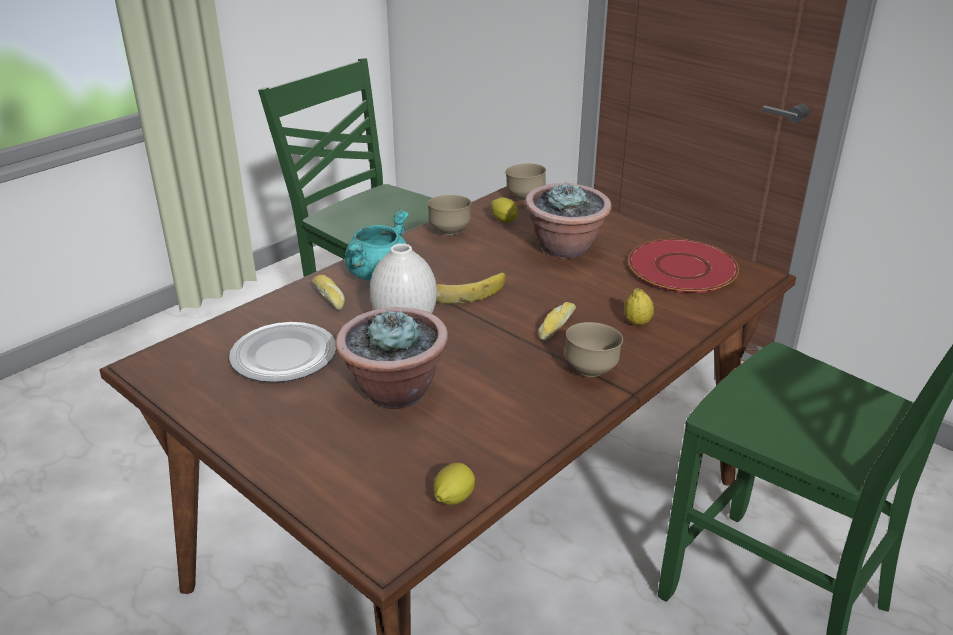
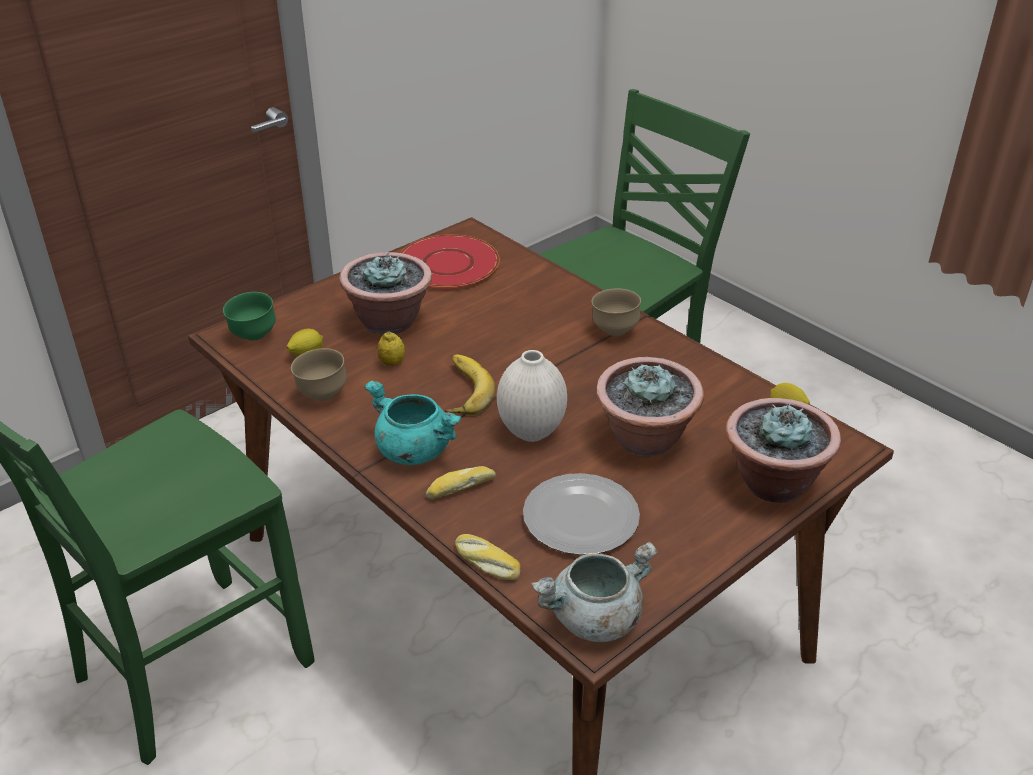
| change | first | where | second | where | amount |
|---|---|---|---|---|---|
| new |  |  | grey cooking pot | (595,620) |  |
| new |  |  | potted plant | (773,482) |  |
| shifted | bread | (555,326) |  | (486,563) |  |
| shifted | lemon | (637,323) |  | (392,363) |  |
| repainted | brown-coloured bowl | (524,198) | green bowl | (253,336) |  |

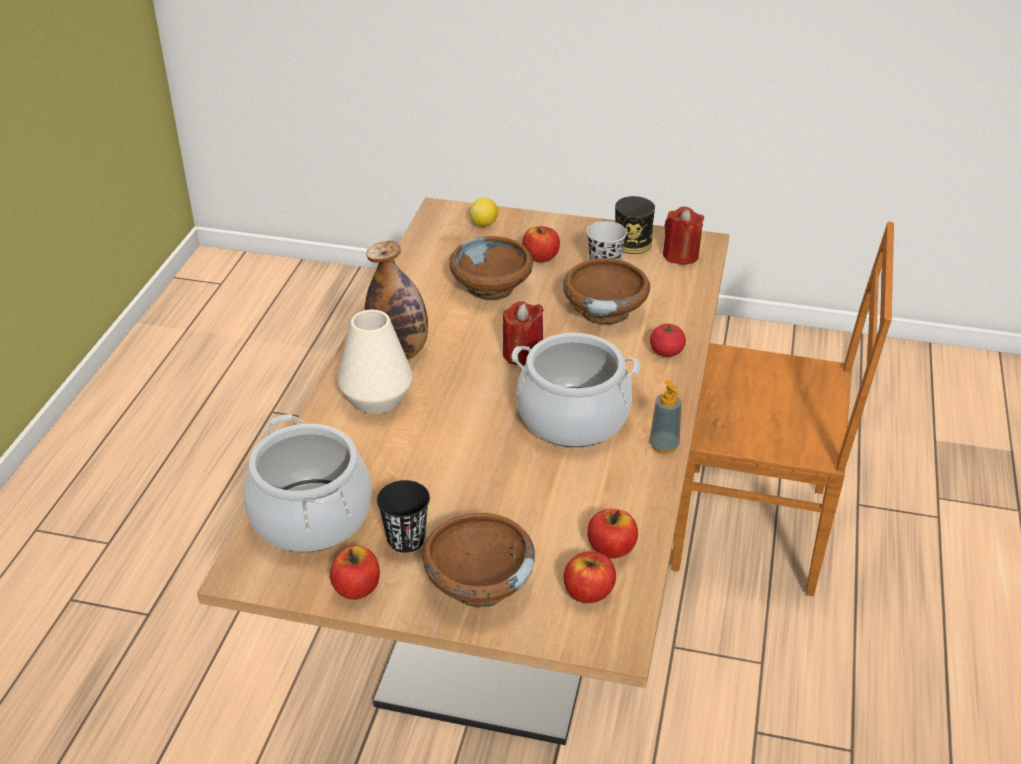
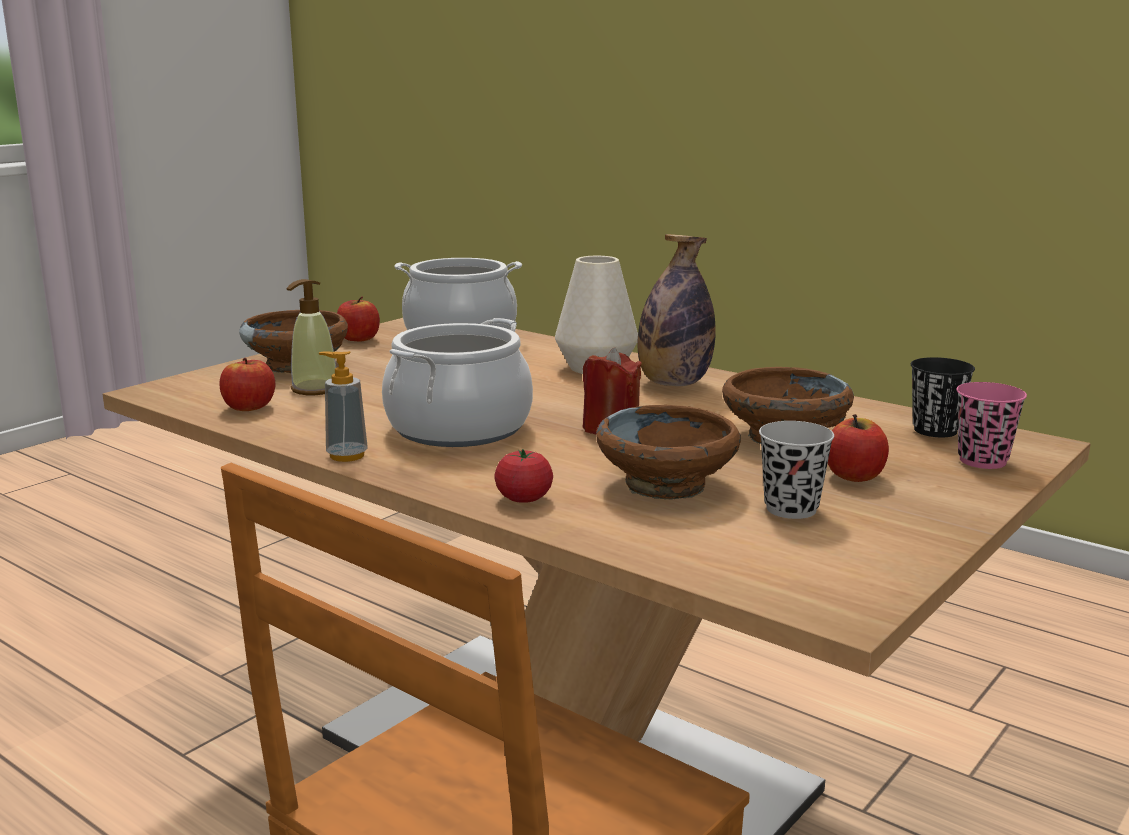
| change | first | where | second | where | amount |
|---|---|---|---|---|---|
| gone | apple | (588,592) |  |  |  |
| gone | metal can | (632,243) |  |  |  |
| gone | reddish candle | (680,255) |  |  |  |
| new |  |  | liquid soap bottle | (314,389) |  |
| shifted | black small cup | (406,539) |  | (935,430) |  |
| swapped | lemon | (484,224) | pink-coloured small cup | (982,461) |  |

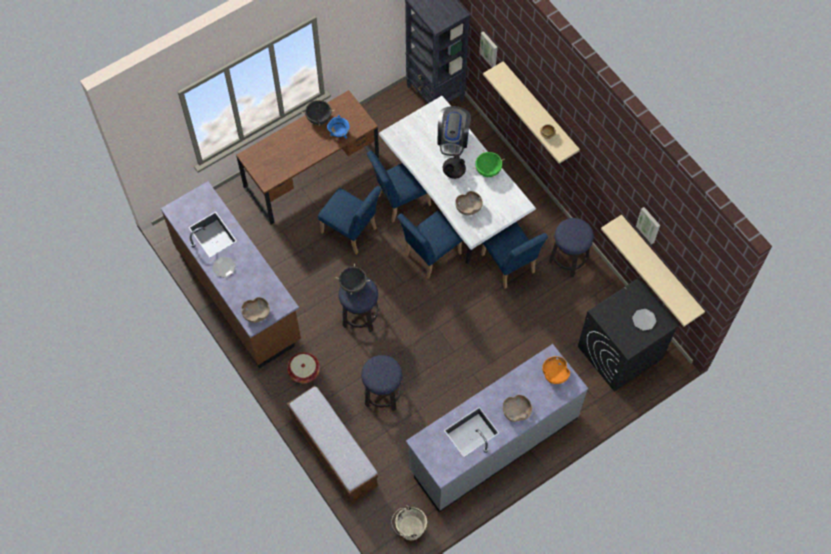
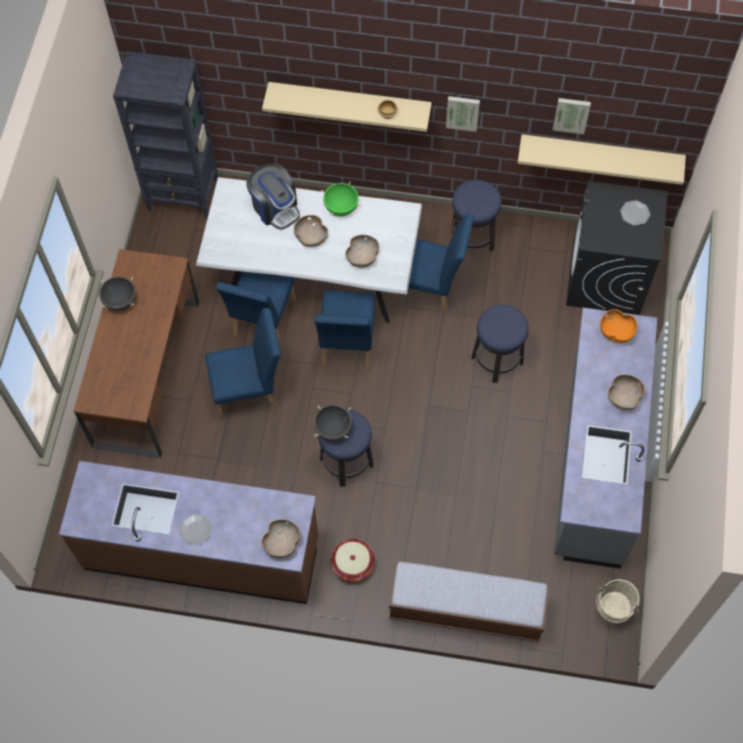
| change | first | where | second | where | amount |
|---|---|---|---|---|---|
| gone | bluish cooking pot | (339,134) |  |  |  |
| shifted | stool | (383,394) |  | (497,359) |  |
| shifted | wall art | (489,49) |  | (462,112) |  |
| swapped | black pot for tea | (453,172) | brown-coloured bowl | (311,237) |  |

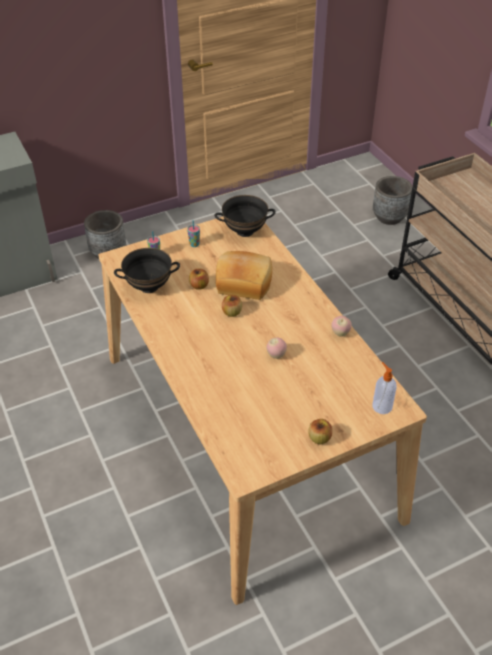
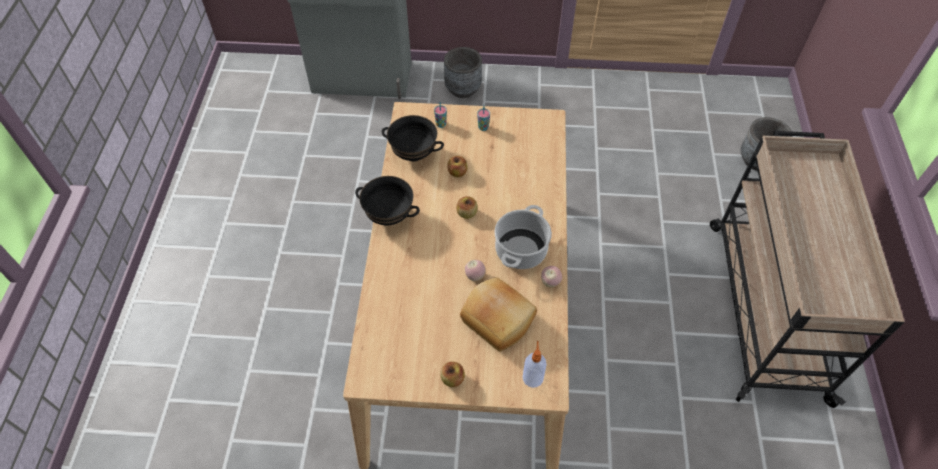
| change | first | where | second | where | amount |
|---|---|---|---|---|---|
| new |  |  | cooking pot | (521,251) |  |
| shifted | black bowl | (245,231) |  | (389,216) |  |
| shifted | bread | (244,282) |  | (499,319) |  |

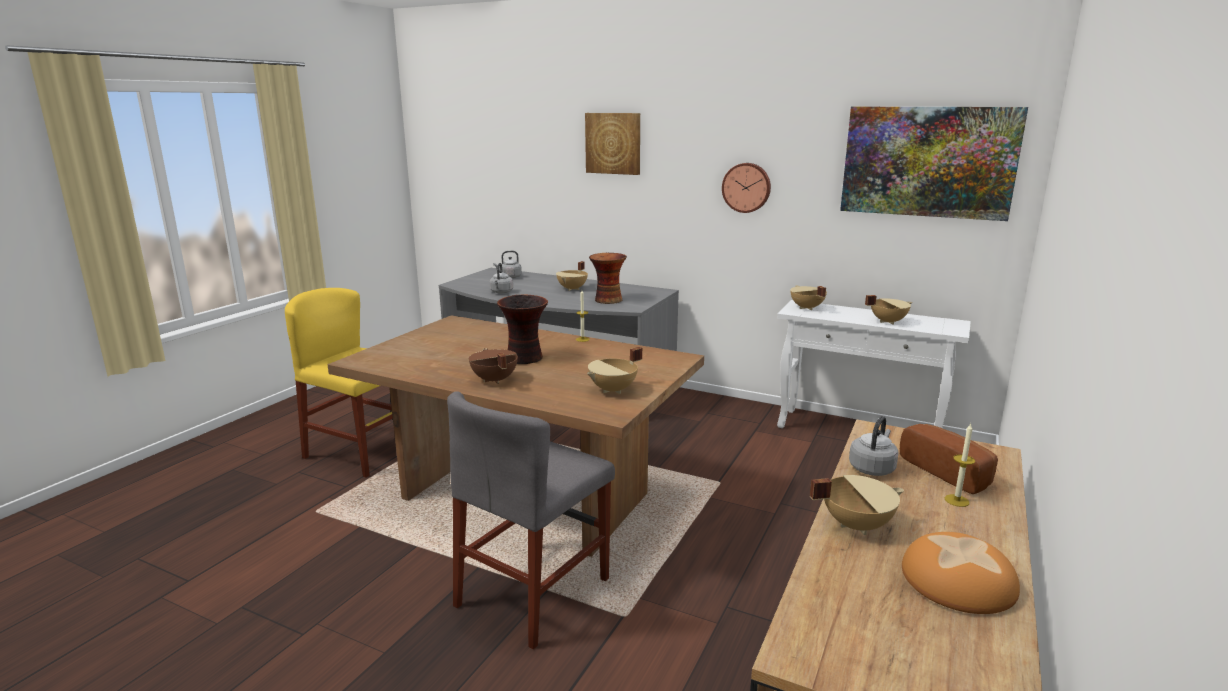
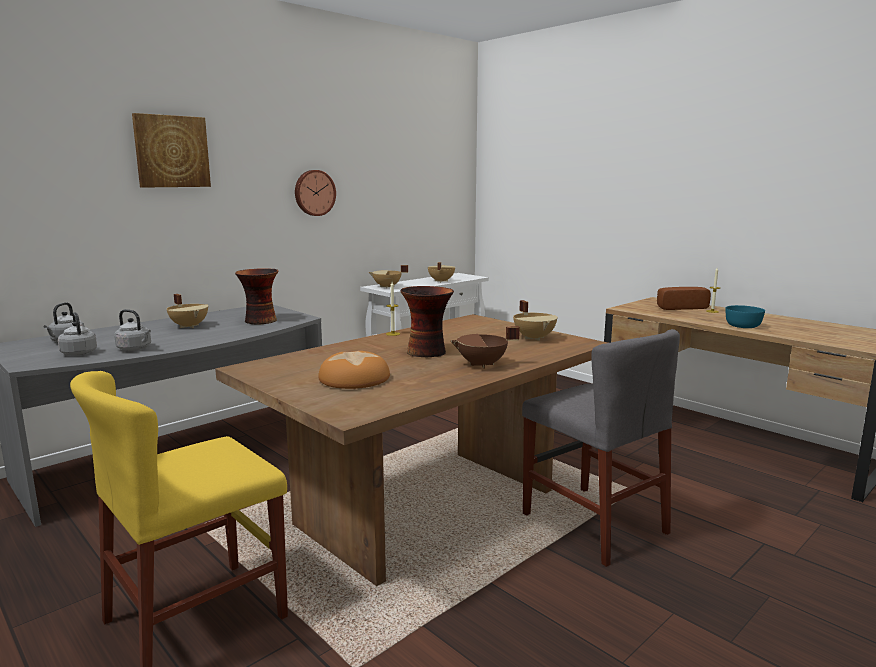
| change | first | where | second | where | amount |
|---|---|---|---|---|---|
| gone | wall art | (928,162) |  |  |  |
| shifted | grey water kettle | (872,468) |  | (79,353) |  |
| shifted | bread | (956,581) |  | (354,379) |  |
| swapped | beige cooking pot | (855,524) | turquoise bowl | (742,326) |  |

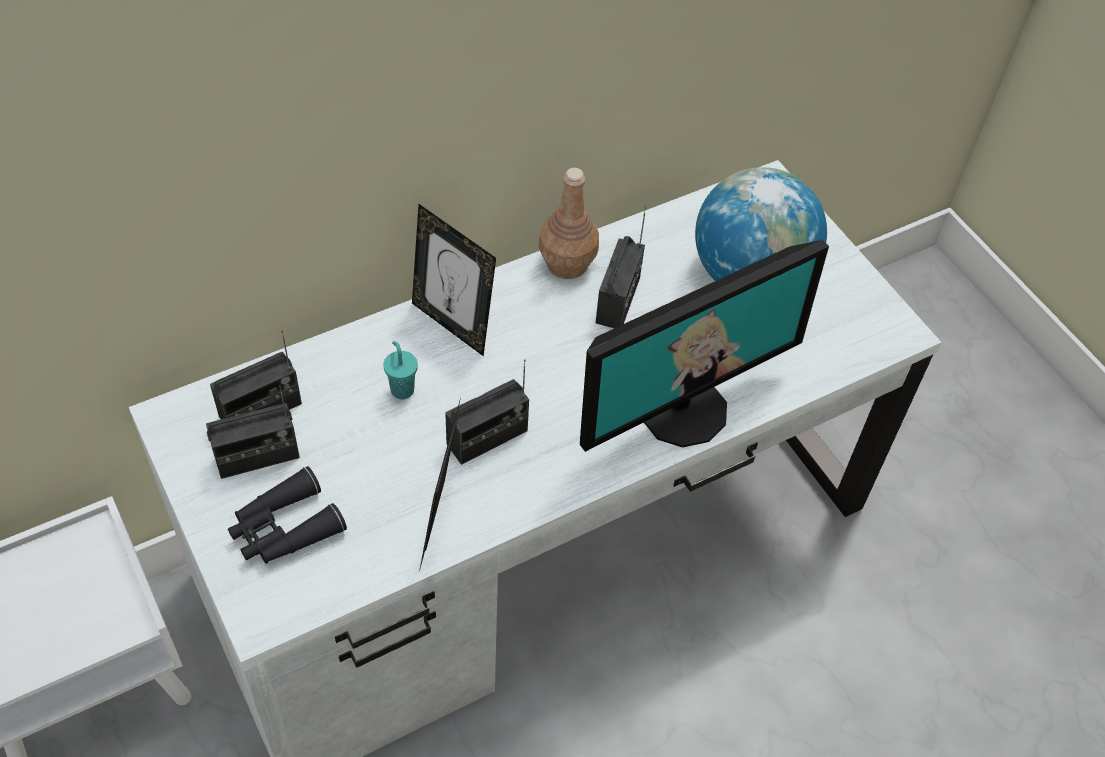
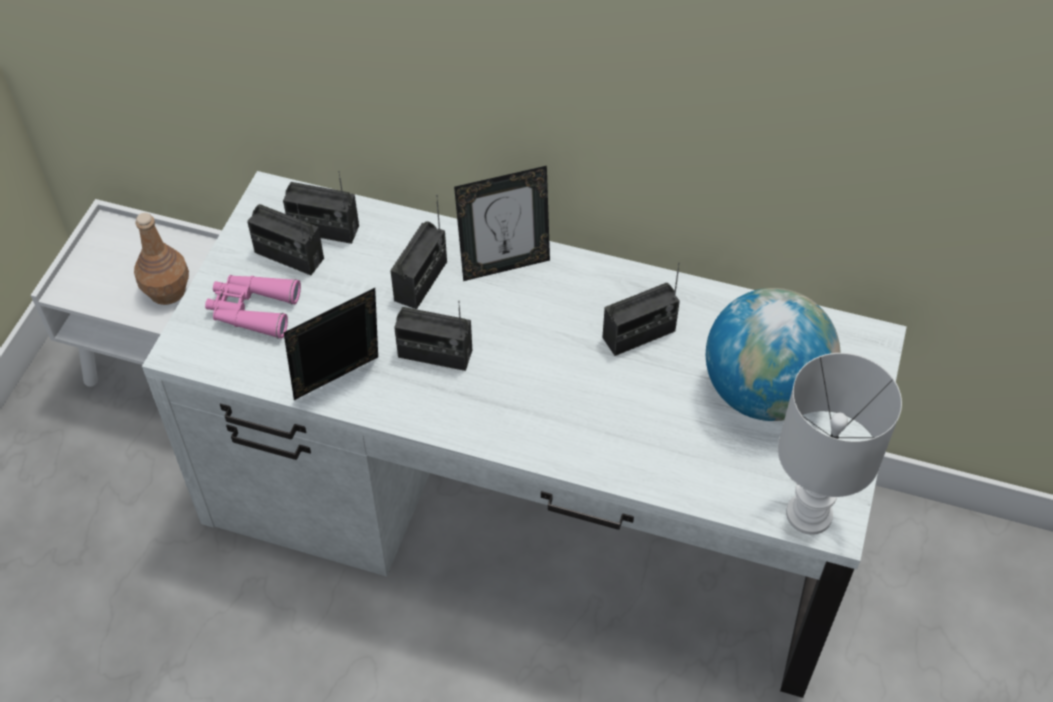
| change | first | where | second | where | amount |
|---|---|---|---|---|---|
| gone | monitor | (684,410) |  |  |  |
| new |  |  | white-coloured lamp for a table | (807,514) |  |
| shifted | brown-coloured beverage bottle | (568,263) |  | (168,291) |  |
| swapped | turquoise small cup | (402,389) | radio receiver | (421,281) |  |
| repainted | black field glasses | (284,528) | pink-coloured field glasses | (252,310) |  |
| rotated | photo frame | (452,324) |  | (504,265) | 105 degrees counterclockwise |

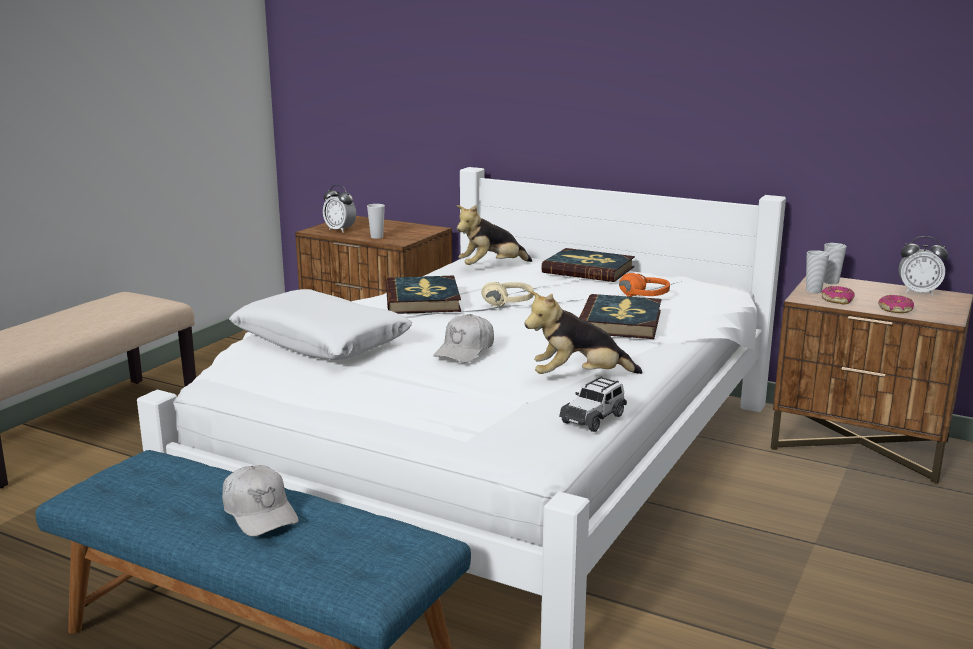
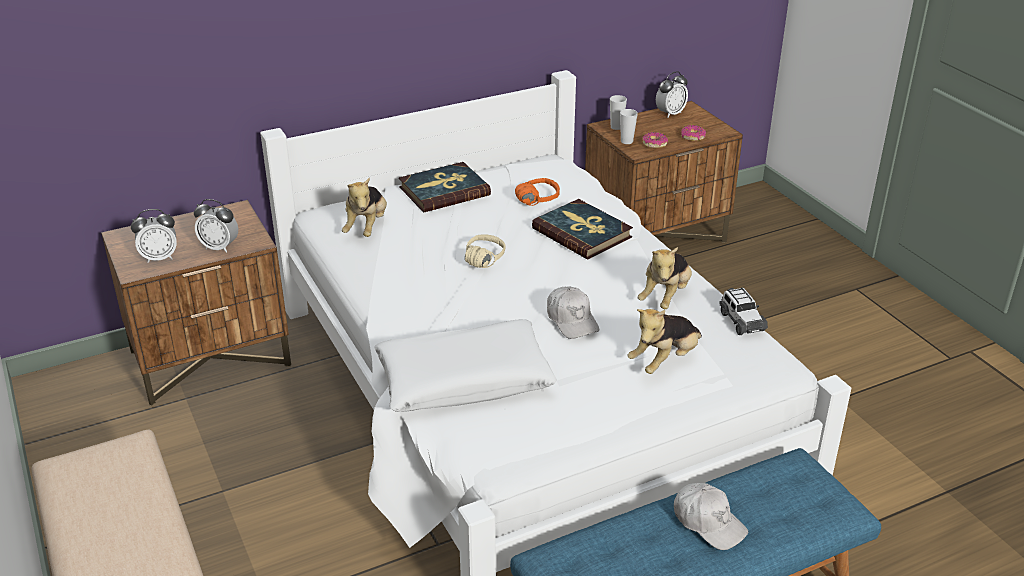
| change | first | where | second | where | amount |
|---|---|---|---|---|---|
| gone | volume | (423,300) |  |  |  |
| new |  |  | cuddly toy | (665,360) |  |
| swapped | small cup | (377,237) | alarm clock | (219,247) |  |
| rotated | white-coloured cap | (260,513) |  | (708,522) | 45 degrees clockwise |

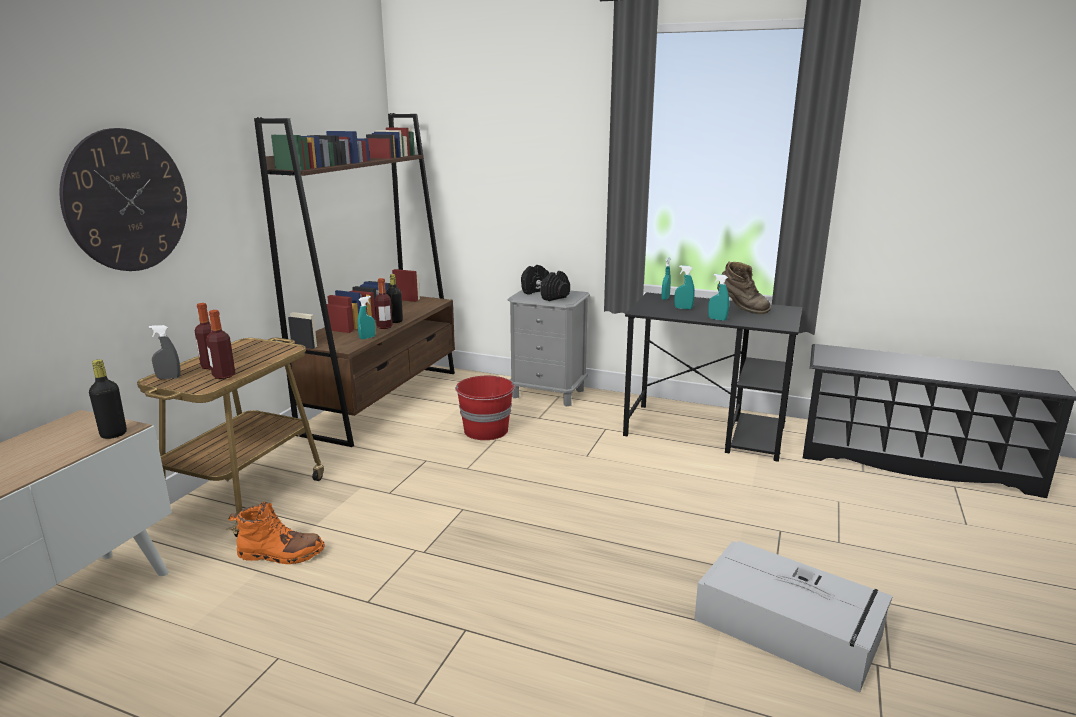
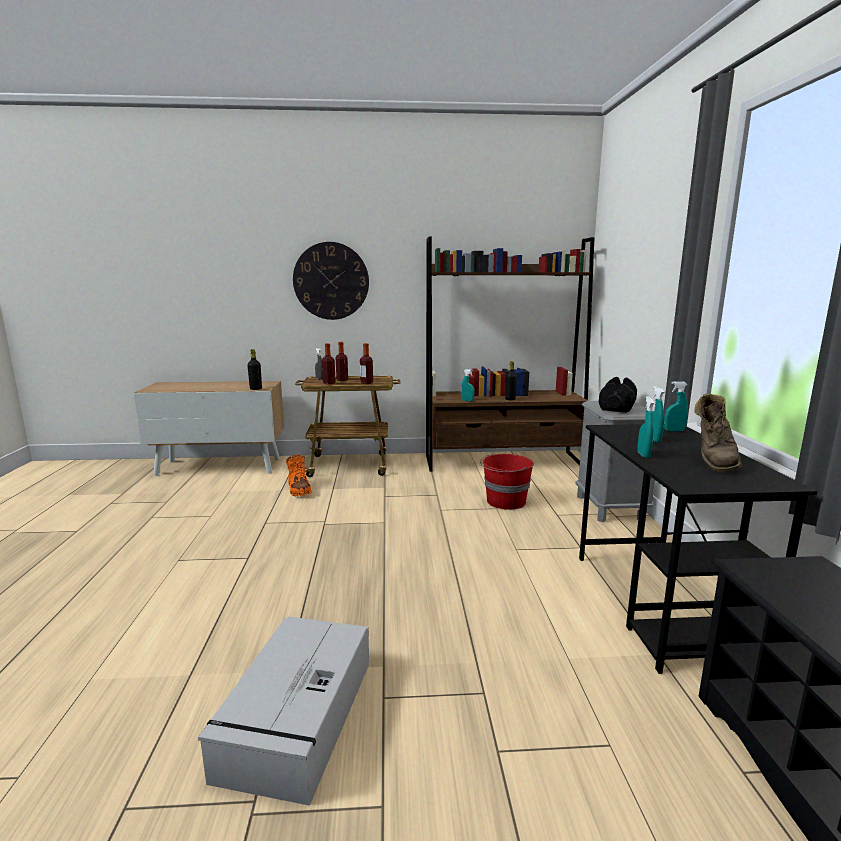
| change | first | where | second | where | amount |
|---|---|---|---|---|---|
| shifted | beverage bottle | (384,327) |  | (366,383) |  |

